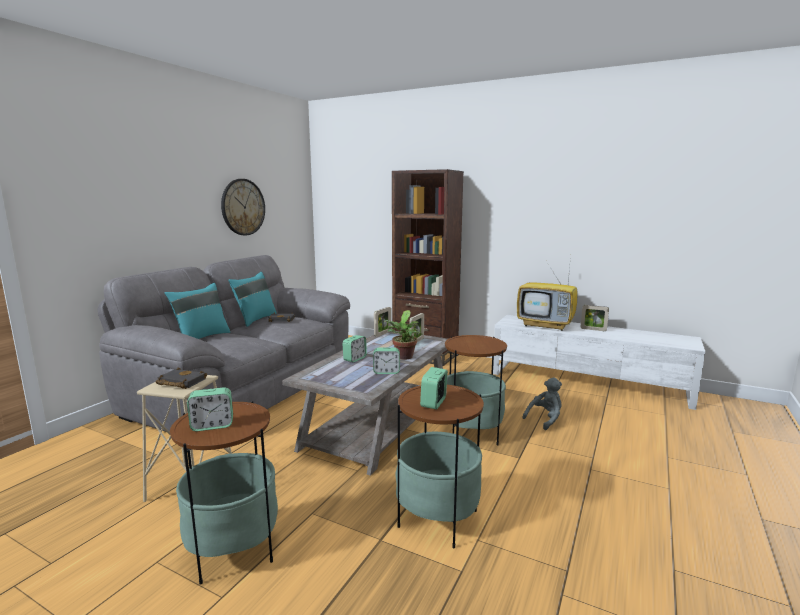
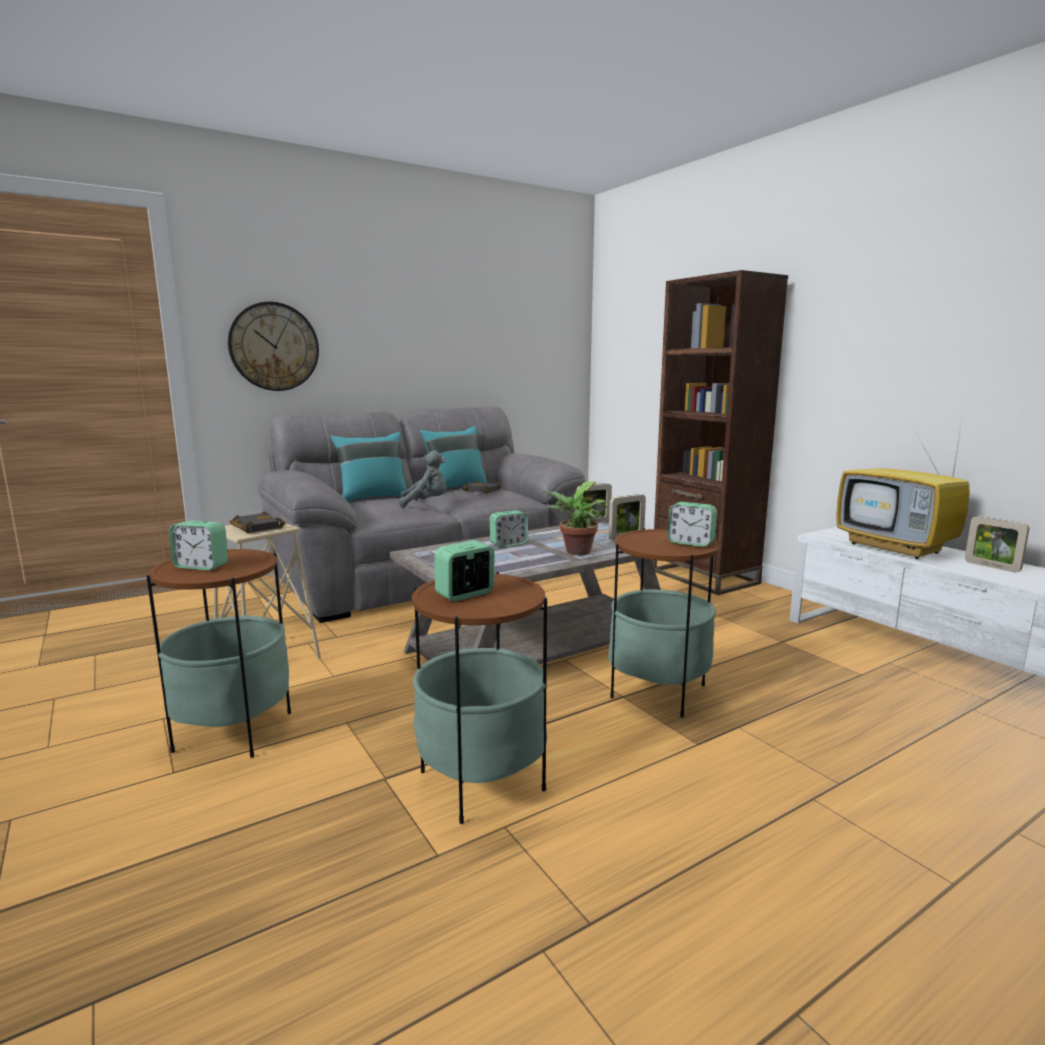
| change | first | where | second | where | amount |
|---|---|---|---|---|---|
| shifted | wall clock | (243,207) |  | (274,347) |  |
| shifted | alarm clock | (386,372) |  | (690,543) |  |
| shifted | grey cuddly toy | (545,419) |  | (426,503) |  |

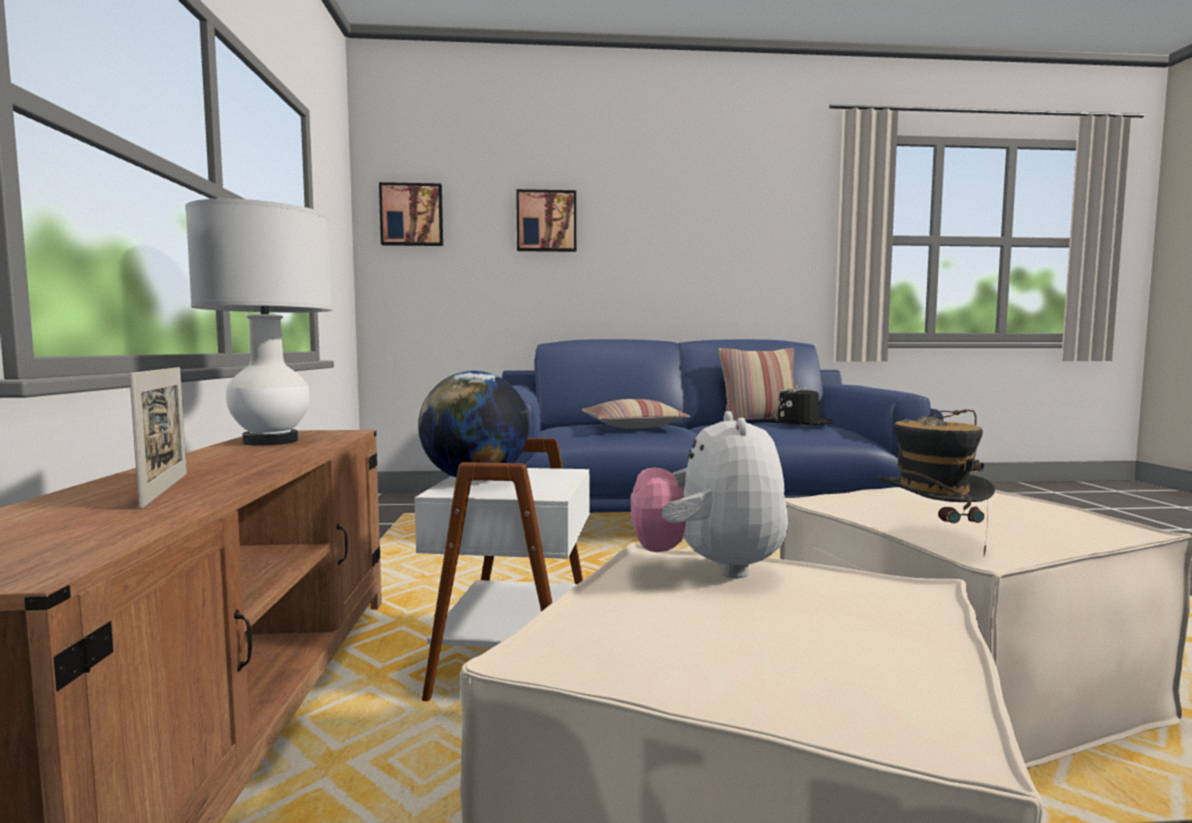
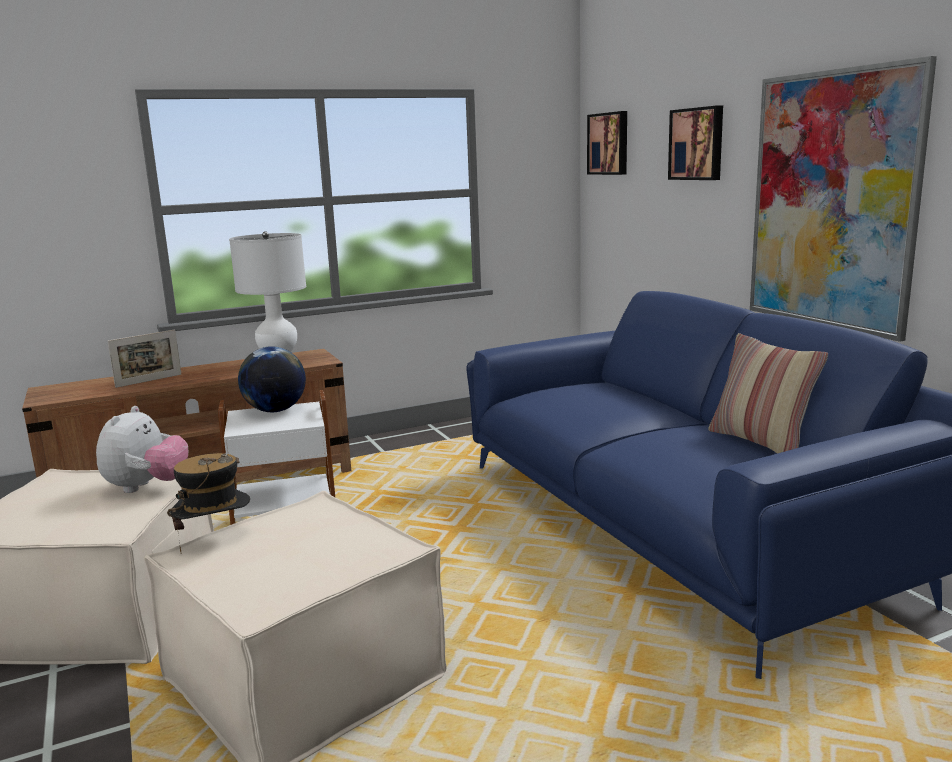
| change | first | where | second | where | amount |
|---|---|---|---|---|---|
| gone | cushion | (633,426) |  |  |  |
| gone | black clothing hat | (798,423) |  |  |  |
| new |  |  | wall art | (832,201) |  |
| rotated | cuddly toy | (709,568) |  | (147,487) | 120 degrees clockwise |

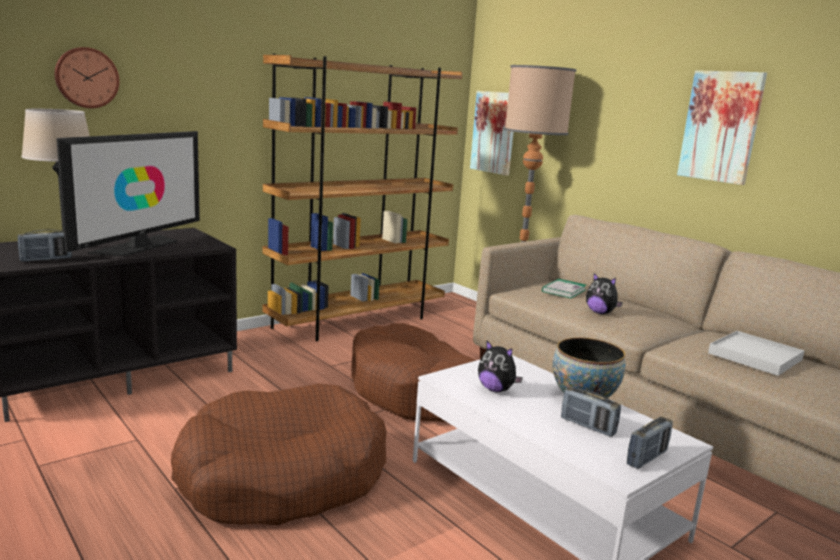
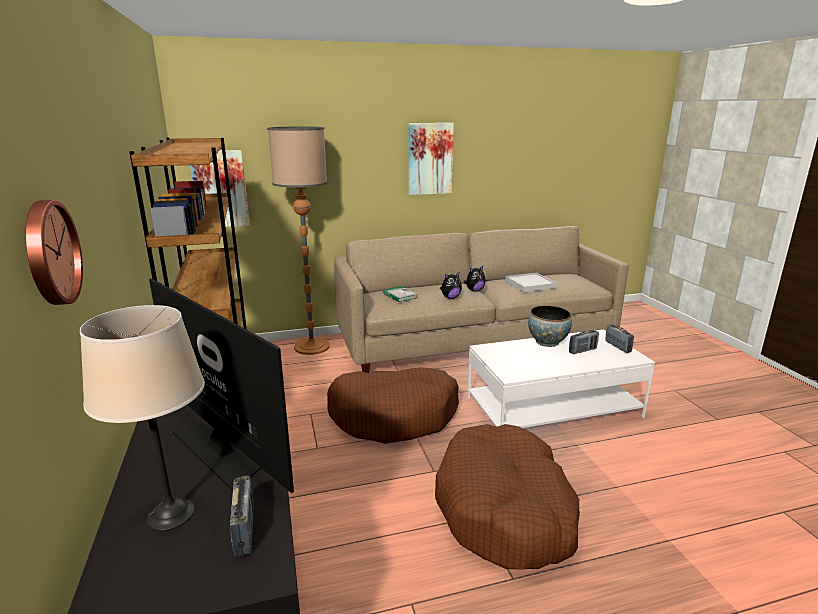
| change | first | where | second | where | amount |
|---|---|---|---|---|---|
| shifted | cuddly toy | (496,389) |  | (474,290) |  |

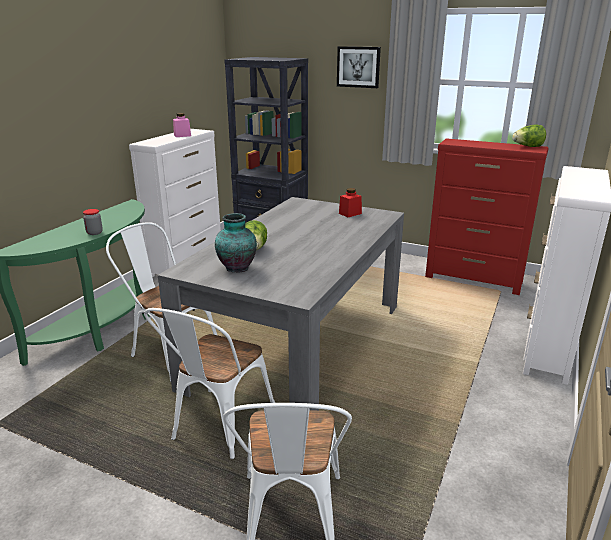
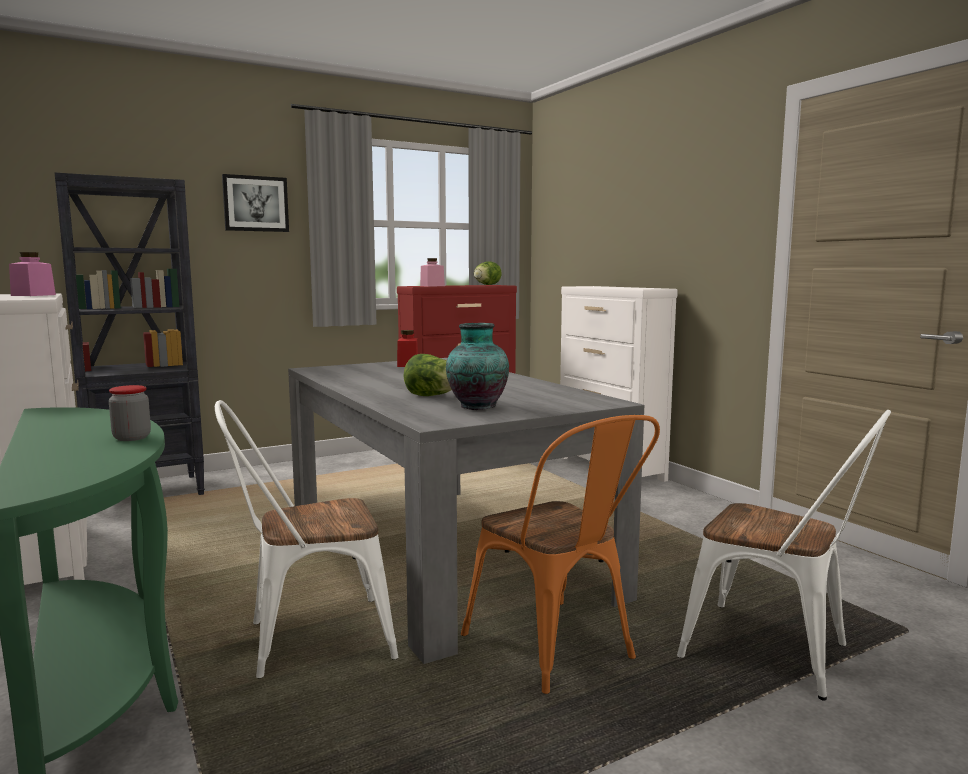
| change | first | where | second | where | amount |
|---|---|---|---|---|---|
| new |  |  | pink-coloured jar | (432,286) |  |
| repainted | white-coloured upright chair | (218,428) | orangey upright chair | (558,652) |  |

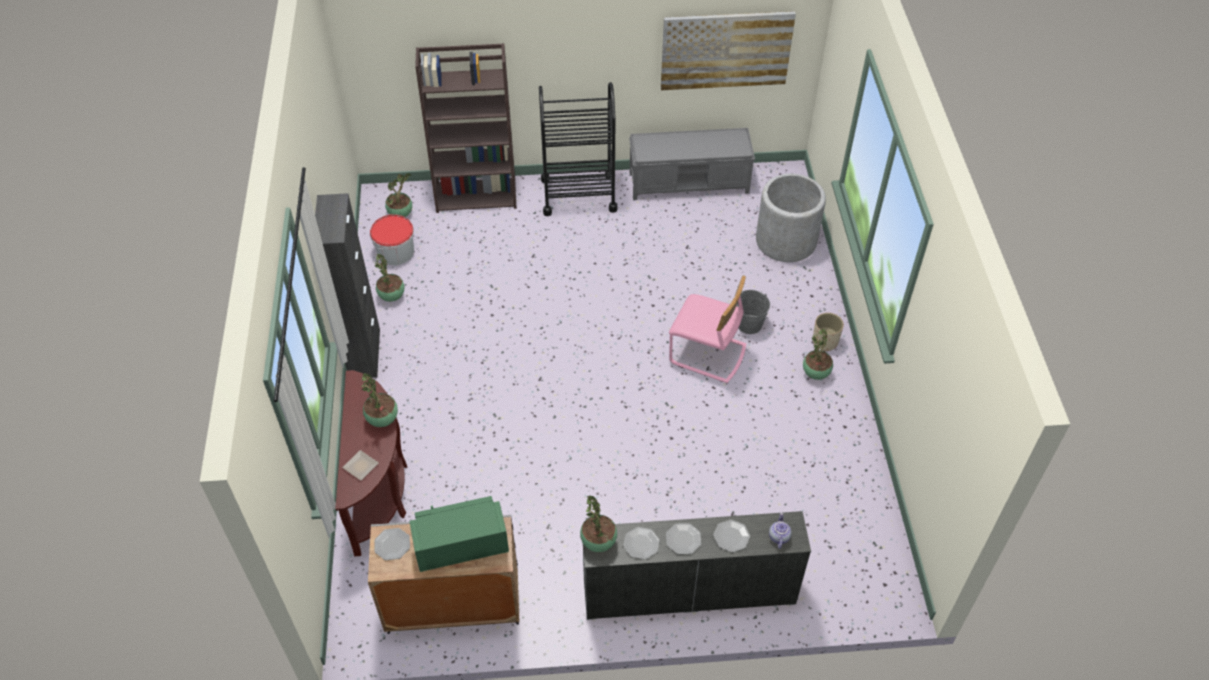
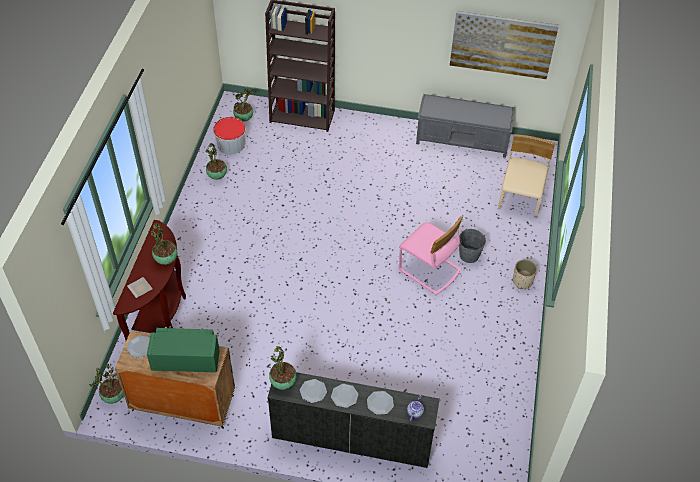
| change | first | where | second | where | amount |
|---|---|---|---|---|---|
| gone | black cabinet | (365,354) |  |  |  |
| gone | black wheeled cart | (578,194) |  |  |  |
| shifted | potted plant | (815,374) |  | (113,397) |  |
| swapped | grey flower pot | (786,241) | beige upright chair | (521,199) |  |

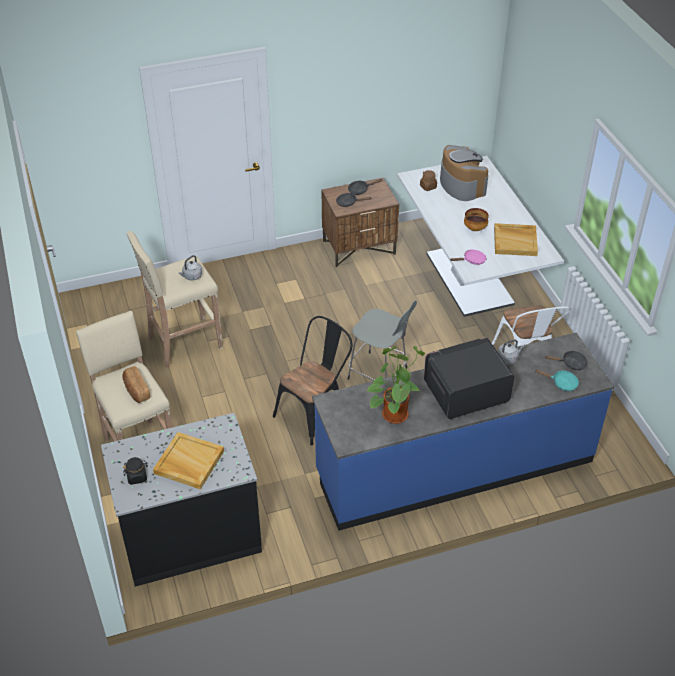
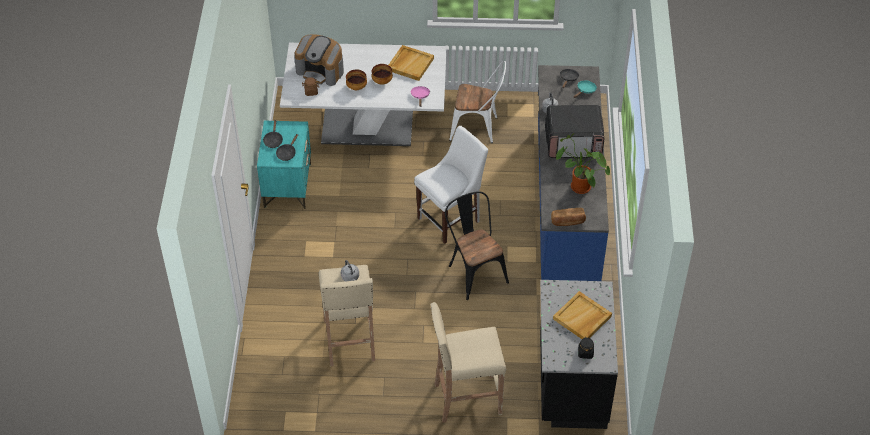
| change | first | where | second | where | amount |
|---|---|---|---|---|---|
| new |  |  | bowl | (356,87) |  |
| shifted | bread | (136,390) |  | (568,222) |  |
| swapped | grey stool | (379,374) | white-coloured upright chair | (451,218) |  |
| repainted | brown-coloured night table | (359,247) | turquoise night table | (287,185) |  |
| rotated | microwave | (465,392) |  | (573,143) | 90 degrees counterclockwise |
| rotated | coffee brewer | (461,185) |  | (321,71) | 150 degrees counterclockwise |

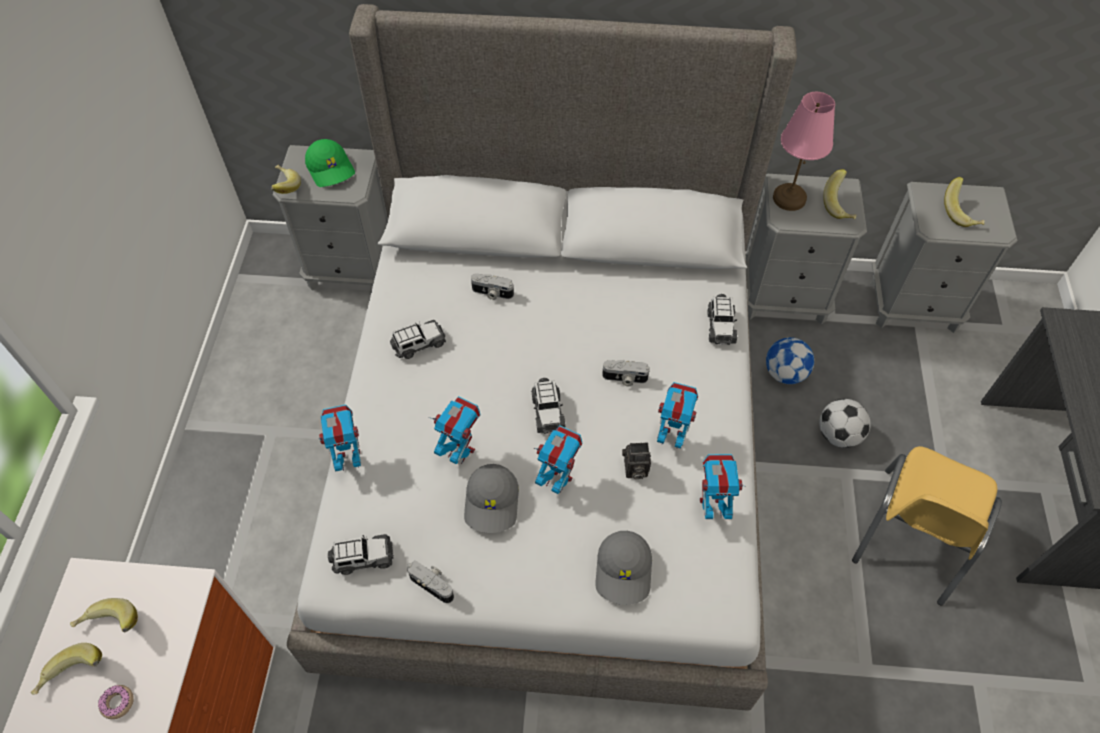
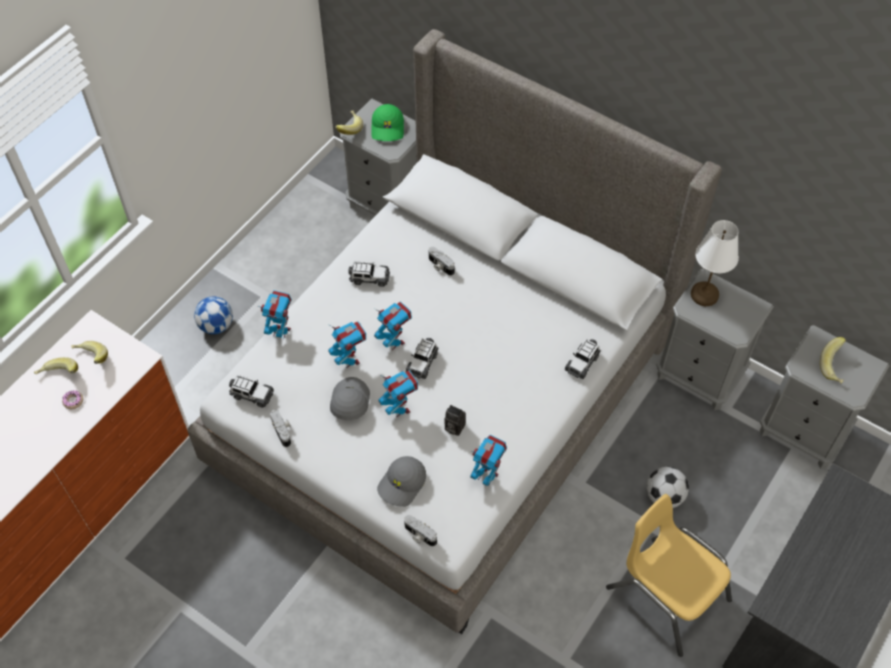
| change | first | where | second | where | amount |
|---|---|---|---|---|---|
| gone | banana | (840,205) |  |  |  |
| shifted | still camera | (624,379) |  | (419,535) |  |
| shifted | toy robot | (671,437) |  | (394,342) |  |
| shifted | ball for football | (785,373) |  | (216,325) |  |
| repainted | pink-coloured lamp for a table | (789,199) | white-coloured lamp for a table | (704,295) |  |
| rotated | grey cap | (493,503) |  | (349,402) | 150 degrees clockwise |
| rotated | yellow-coloured upright chair | (913,535) |  | (667,594) | 75 degrees clockwise |

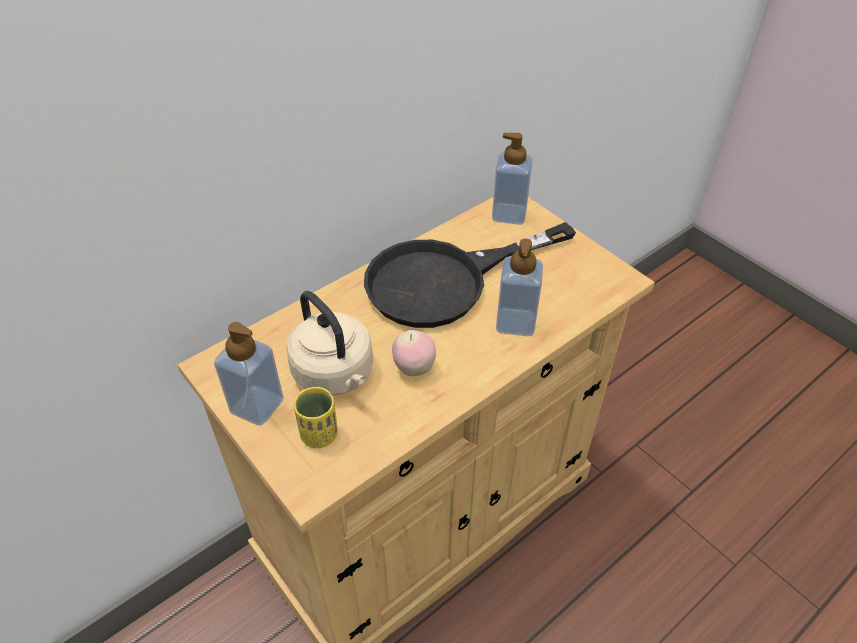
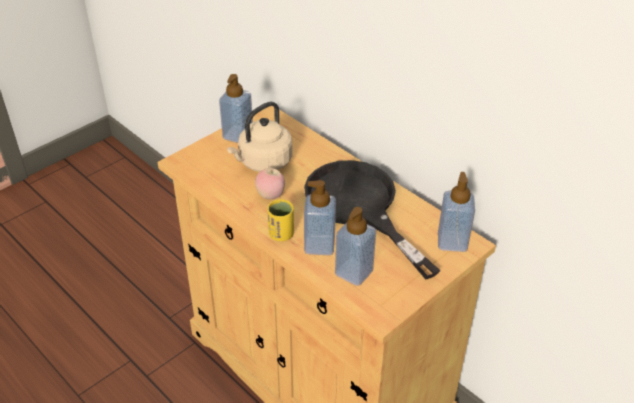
| change | first | where | second | where | amount |
|---|---|---|---|---|---|
| new |  |  | liquid soap bottle | (354,272) |  |
| shifted | yellow-coloured small cup | (319,435) |  | (281,234) |  |

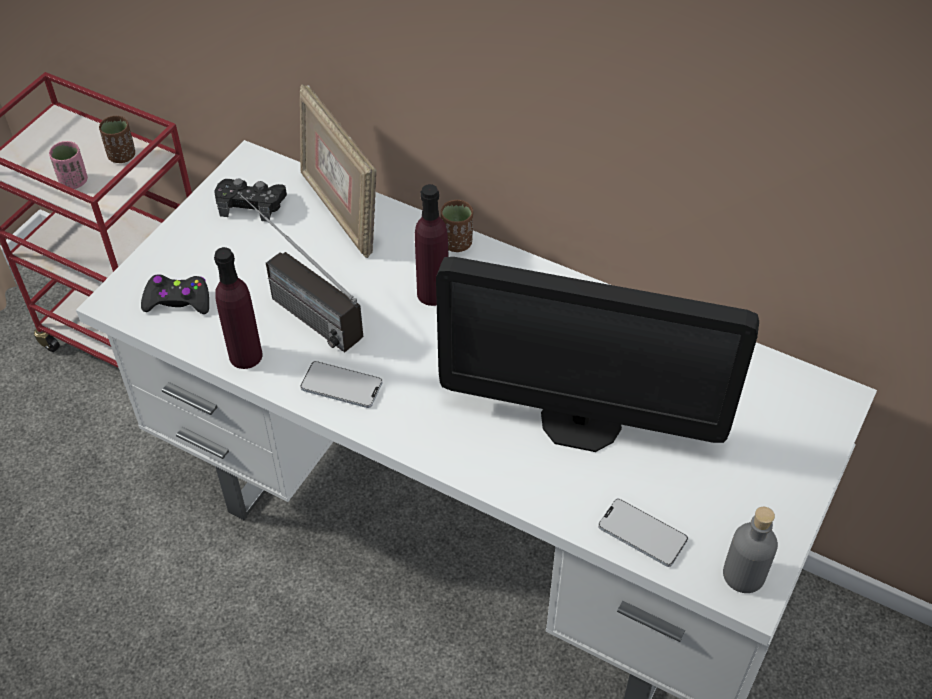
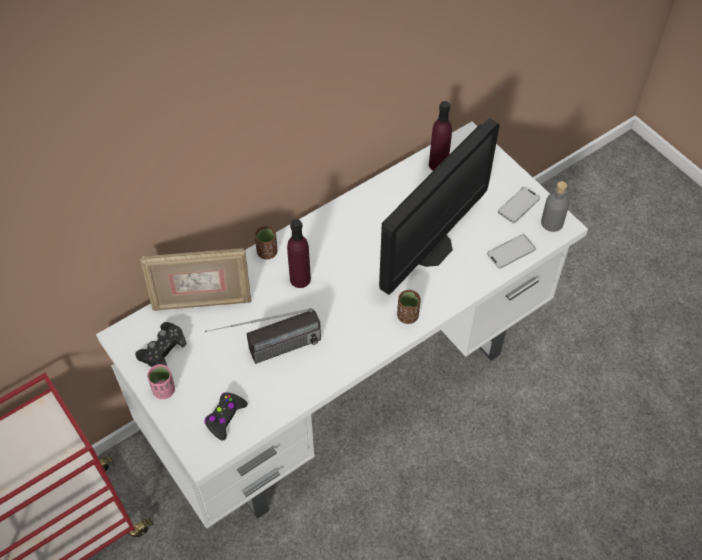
| change | first | where | second | where | amount |
|---|---|---|---|---|---|
| shifted | pink-coloured small cup | (74,181) |  | (164,390) |  |
| shifted | brown-coloured small cup | (122,156) |  | (407,316) |  |
| shifted | purple-coloured beverage bottle | (245,355) |  | (438,164) |  |
| shifted | telephone | (341,386) |  | (518,206) |  |

